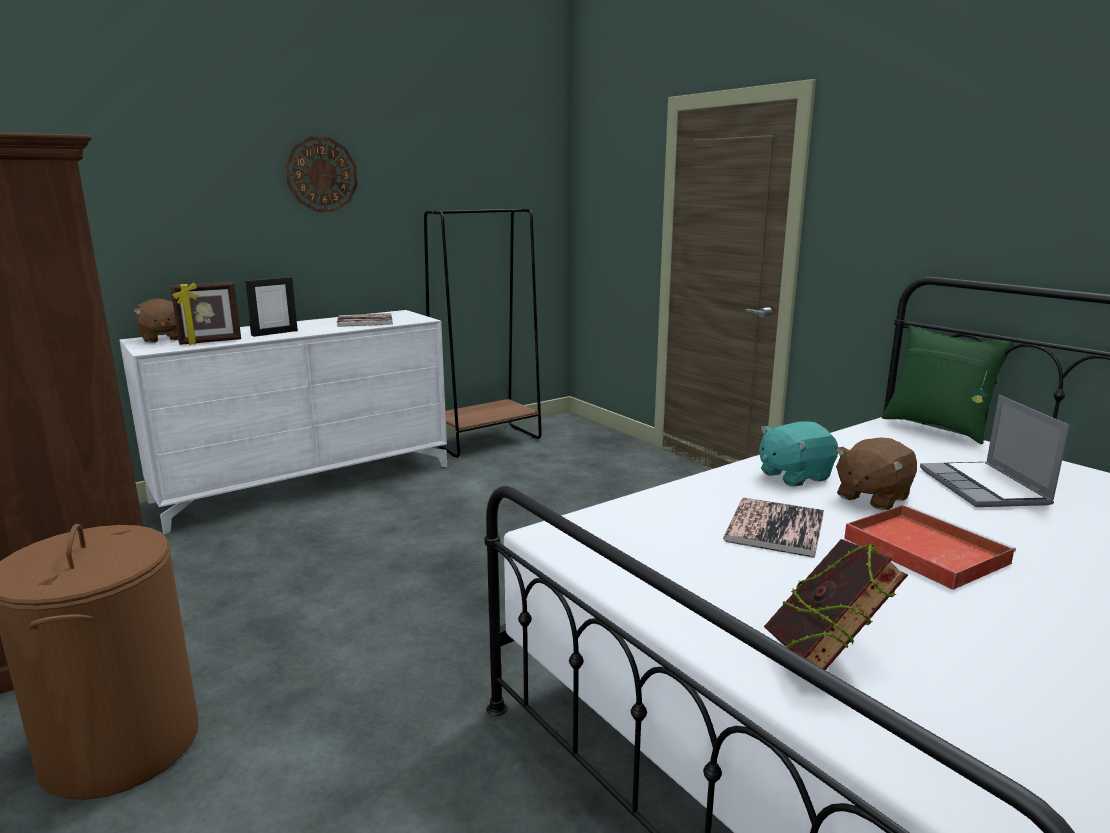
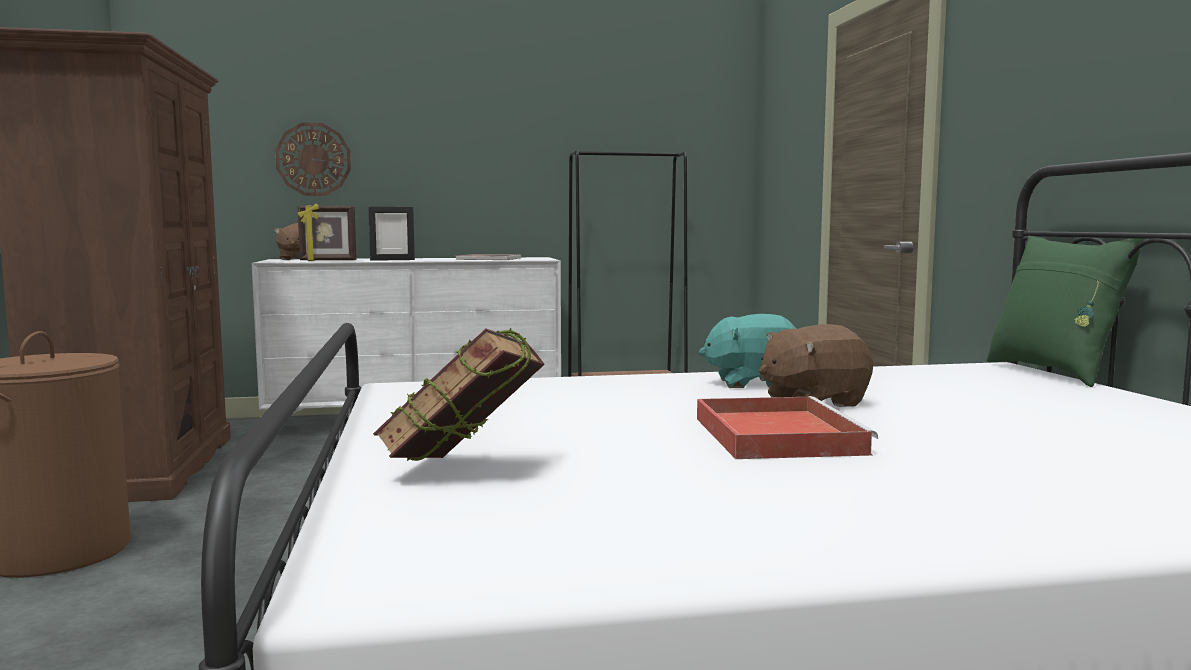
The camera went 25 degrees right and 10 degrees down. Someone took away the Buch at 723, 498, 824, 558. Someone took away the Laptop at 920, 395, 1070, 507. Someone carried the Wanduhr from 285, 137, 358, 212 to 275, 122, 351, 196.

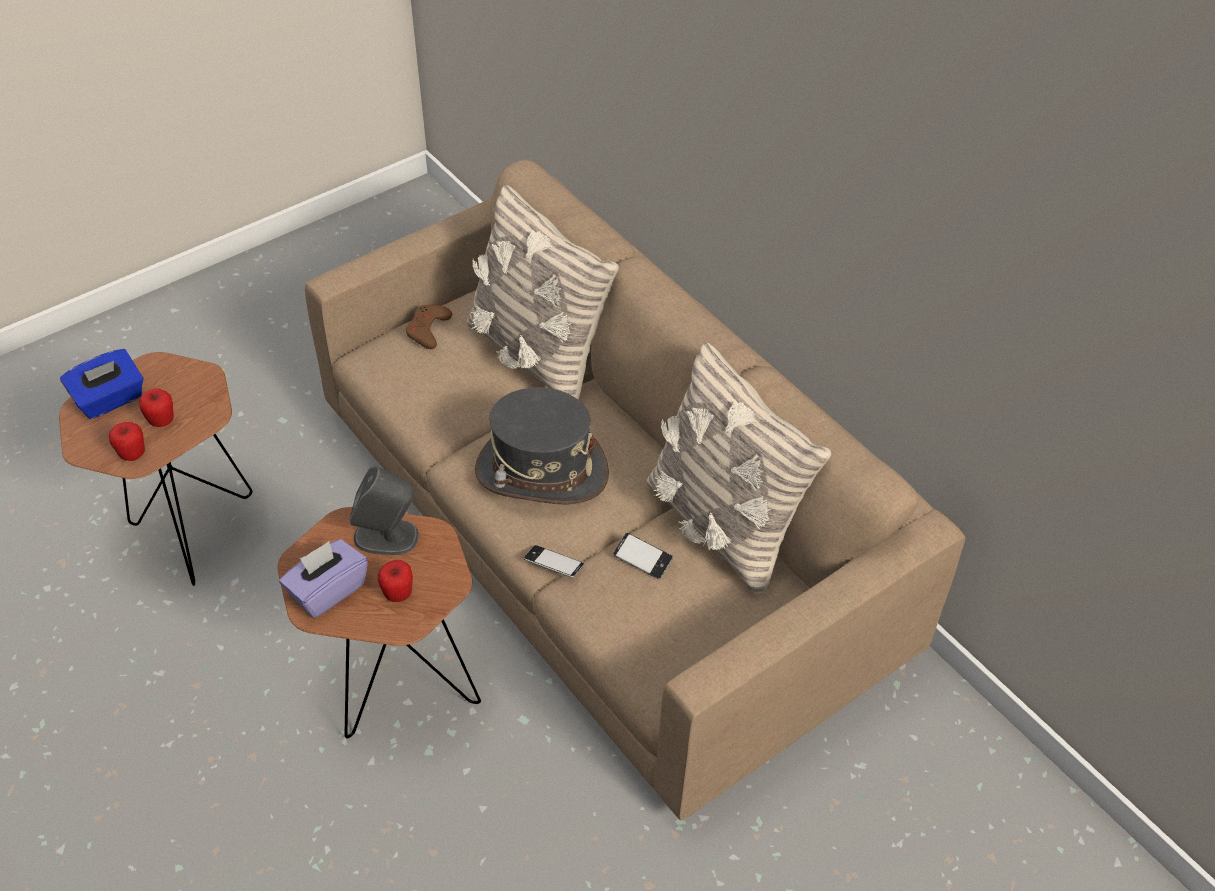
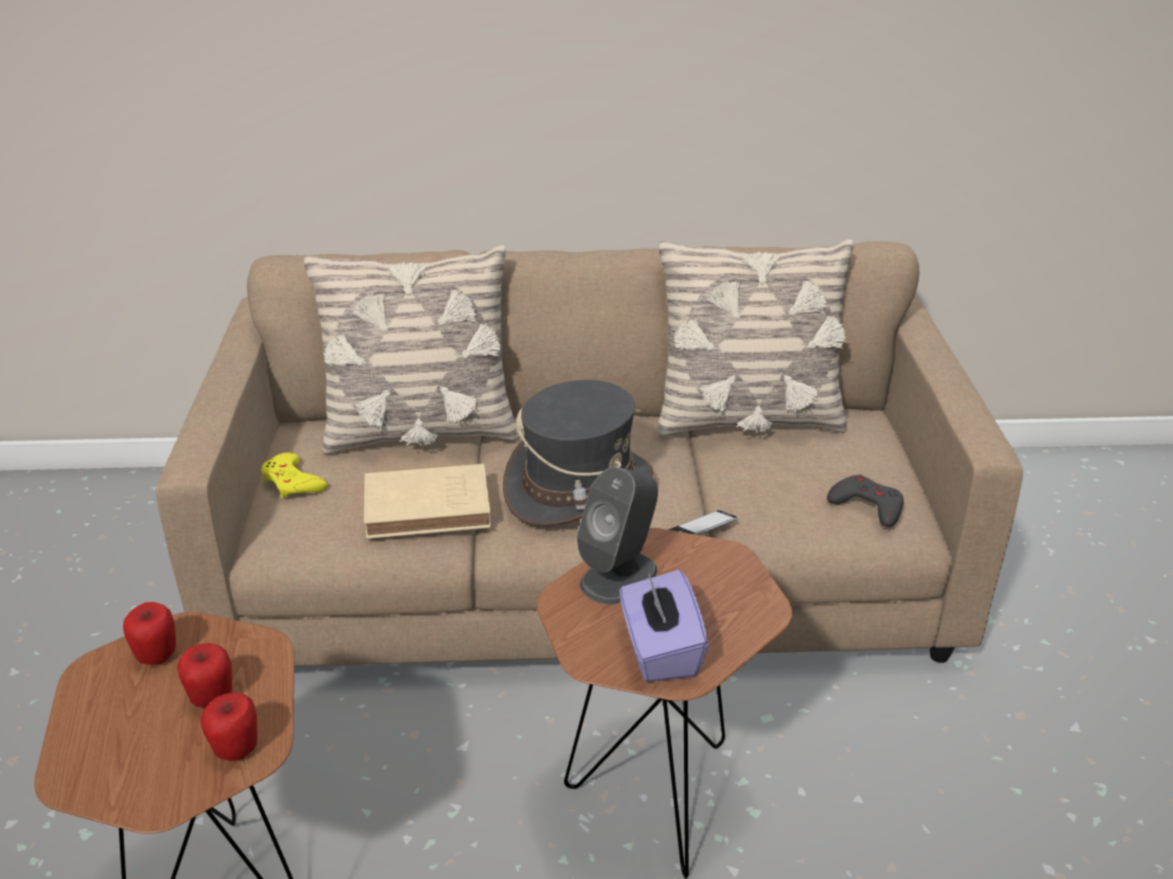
The camera went 55 degrees left and 15 degrees down. Someone took away the Taschentuchbox [blau] at 60, 349, 143, 419. Someone took away the Handy at 613, 533, 673, 579. Someone put down the Buch [beige] at 364, 464, 491, 539. Someone put down the Gamepad [grau] at 827, 475, 904, 527. Someone carried the Apfel from 378, 560, 413, 602 to 123, 602, 176, 665. Someone repainted the Gamepad [braun] at 406, 305, 452, 349, which became the Gamepad [gelb] at 261, 452, 327, 498.

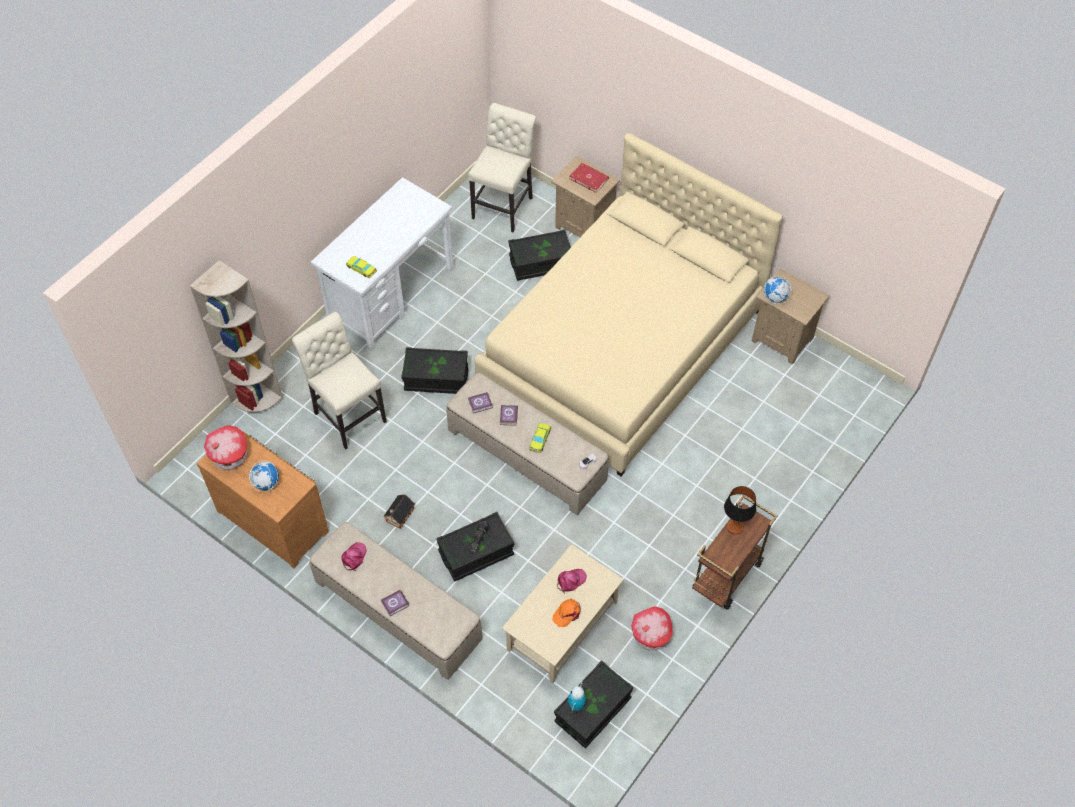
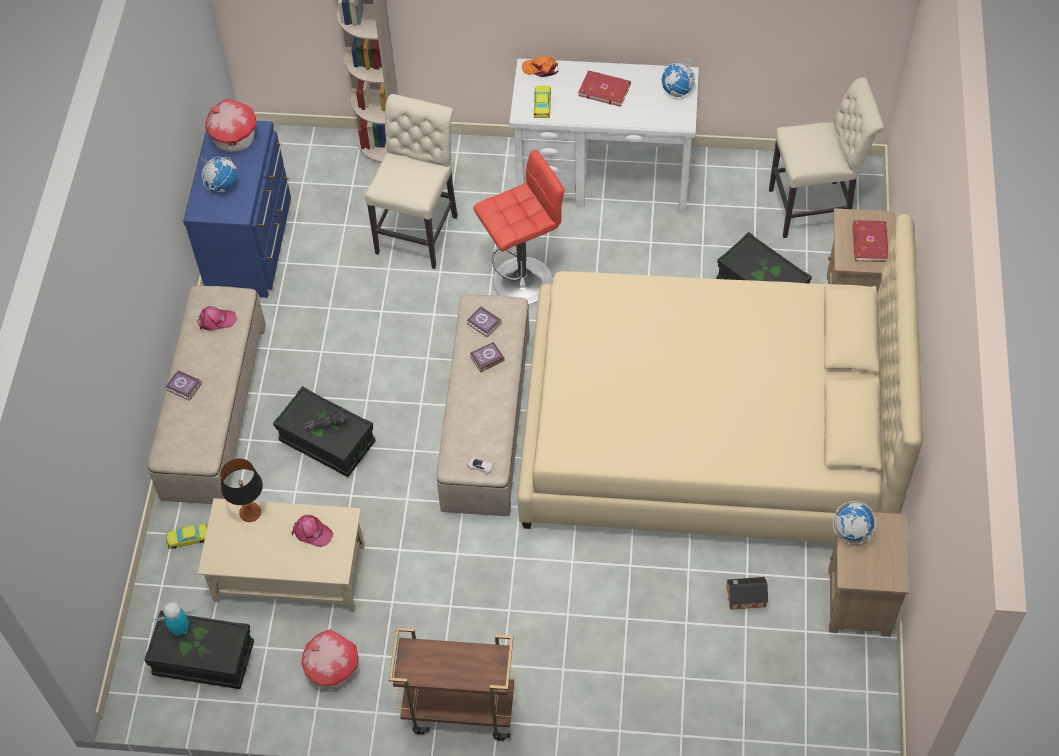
The camera went 60 degrees right and 0 degrees up. Someone put down the Buch [rot] at 578, 70, 631, 107. Someone put down the Globus at 662, 57, 696, 97. Someone carried the Spielzeughaus from 383, 495, 415, 529 to 726, 577, 768, 610. Someone carried the Spielzeugauto [gelb] from 529, 423, 551, 453 to 166, 524, 208, 549. Someone carried the Kappe [orange] from 552, 599, 581, 627 to 522, 55, 558, 77. Someone carried the Tischlampe from 724, 486, 756, 535 to 220, 459, 263, 522. Someone swapped the Aufbewahrungsbox [schwarz] at 401, 347, 468, 394 for the Hocker [rot] at 473, 150, 565, 304. Someone repainted the Kommode [braun] at 197, 432, 329, 568, which became the Kommode [blau] at 183, 121, 291, 298.

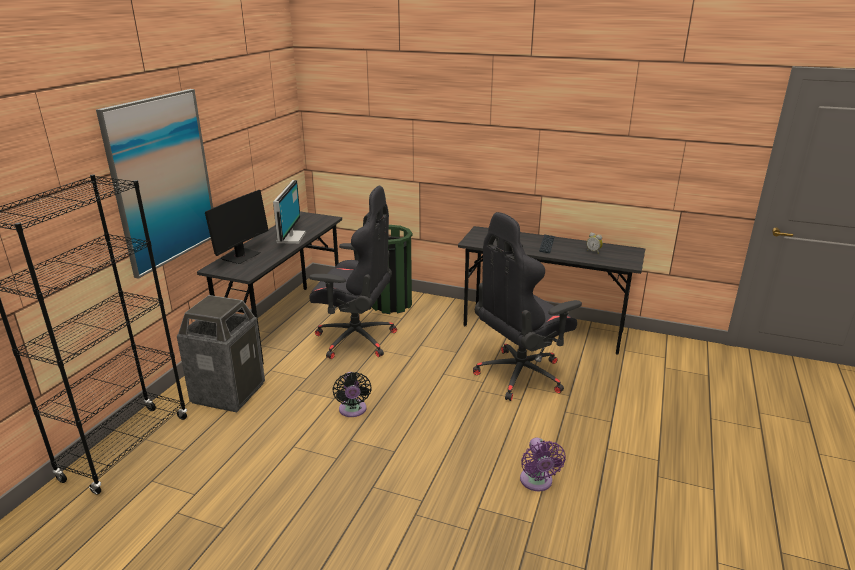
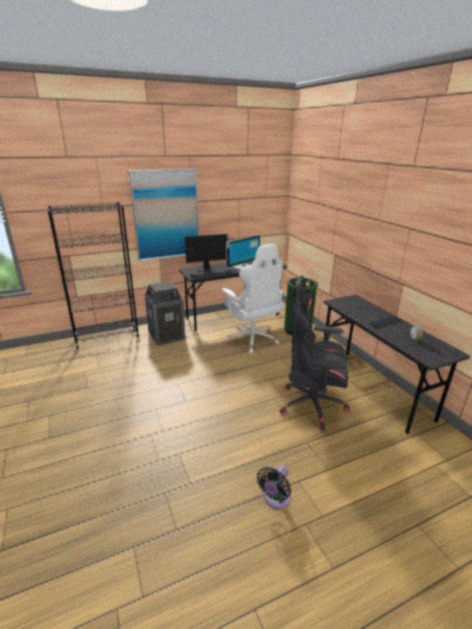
The camera went 45 degrees right and 0 degrees up. Someone took away the Ventilator [lila] at 520, 438, 566, 491. Someone carried the Ventilator [schwarz] from 332, 372, 372, 417 to 257, 465, 291, 509. Someone repainted the Bürostuhl [schwarz] at 309, 186, 397, 359, which became the Bürostuhl [weiß] at 222, 244, 284, 354.

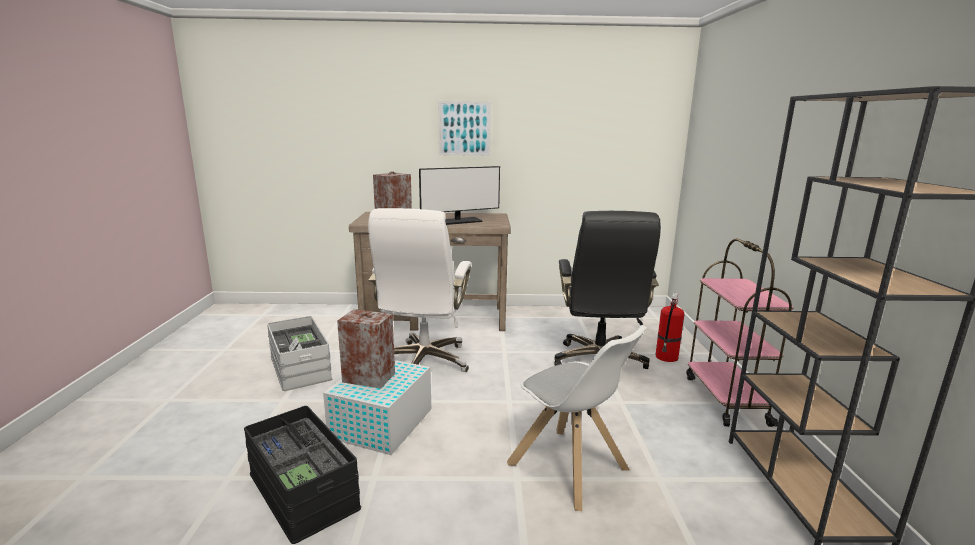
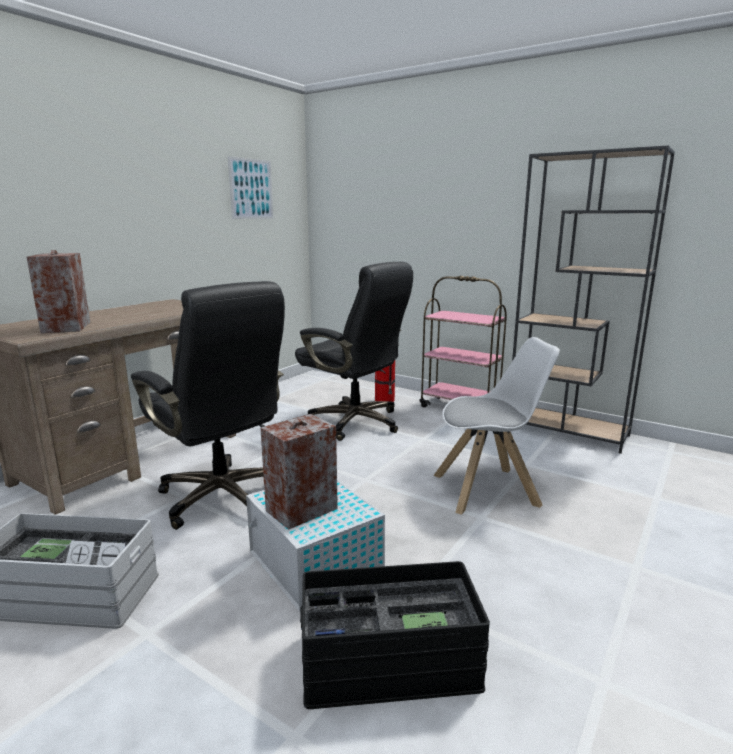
The camera went 55 degrees left and 0 degrees up. Someone took away the Monitor at 419, 166, 500, 225. Someone carried the Bild from 438, 101, 491, 156 to 228, 156, 273, 219. Someone repainted the Bürostuhl [weiß] at 368, 208, 471, 372, which became the Bürostuhl [schwarz] at 131, 281, 285, 530.

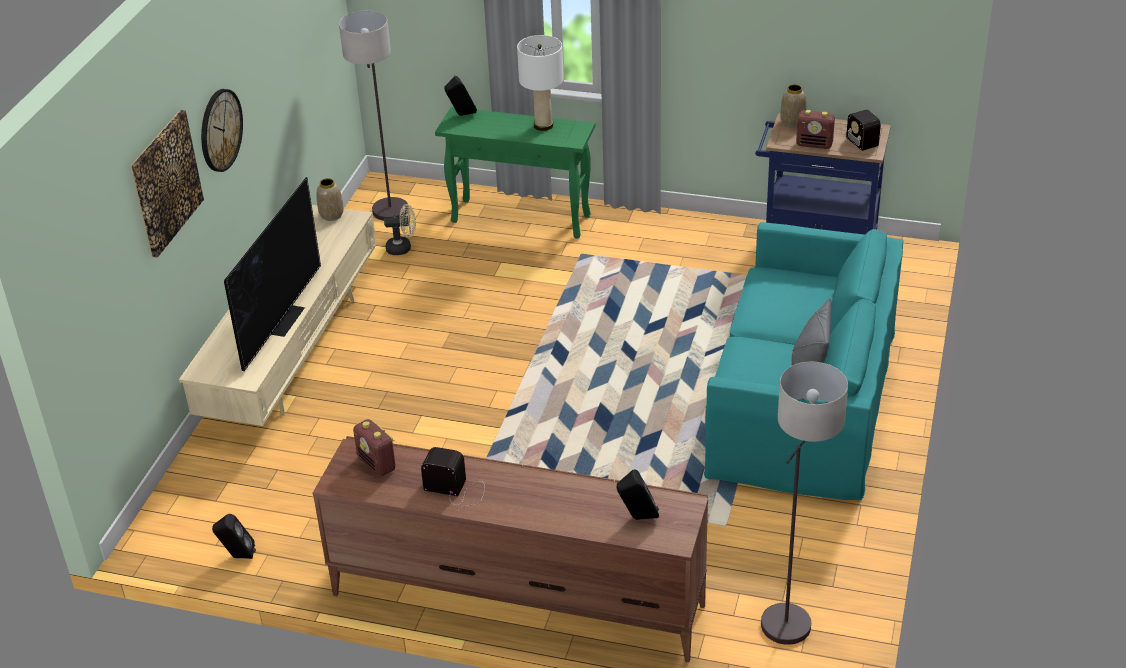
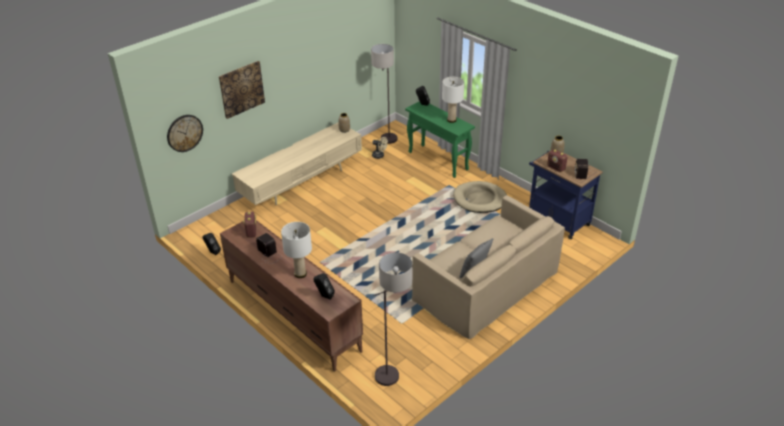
The camera went 30 degrees right and 0 degrees up. Someone took away the Fernseher at 224, 177, 321, 371. Someone put down the Tischlampe [weiß] at 281, 222, 312, 278. Someone put down the Hundebett [beige] at 453, 181, 507, 213. Someone carried the Wanduhr from 201, 89, 243, 172 to 167, 115, 203, 152. Someone repainted the Sofa [türkis] at 704, 222, 903, 500, which became the Sofa [beige] at 412, 195, 565, 339.

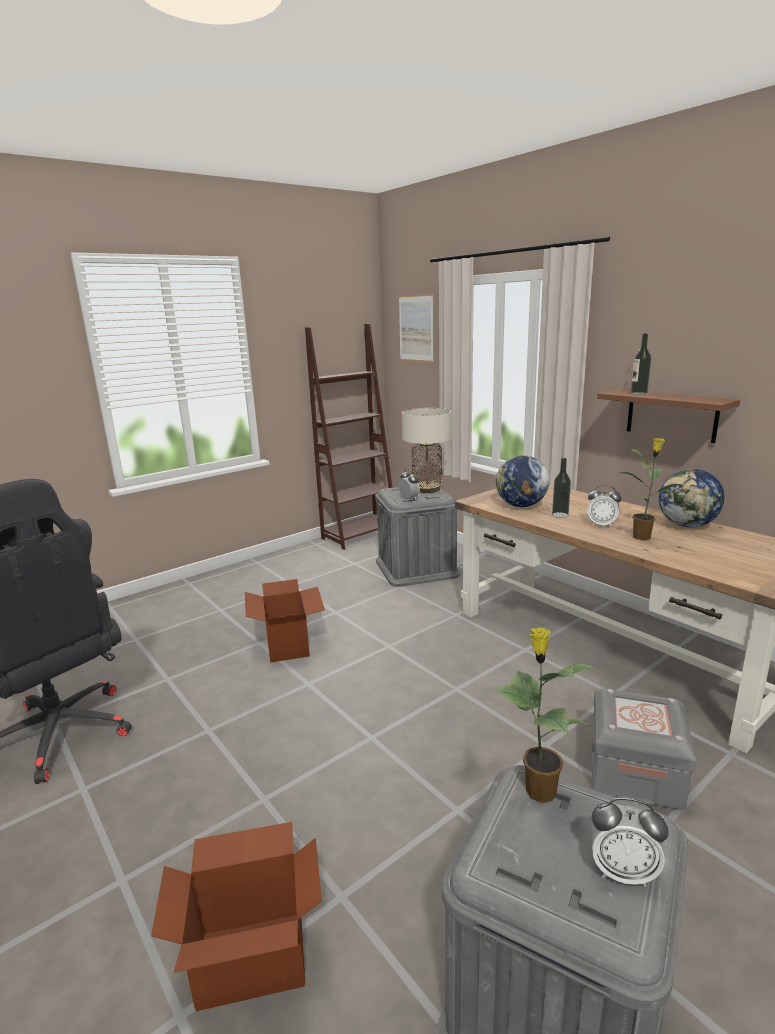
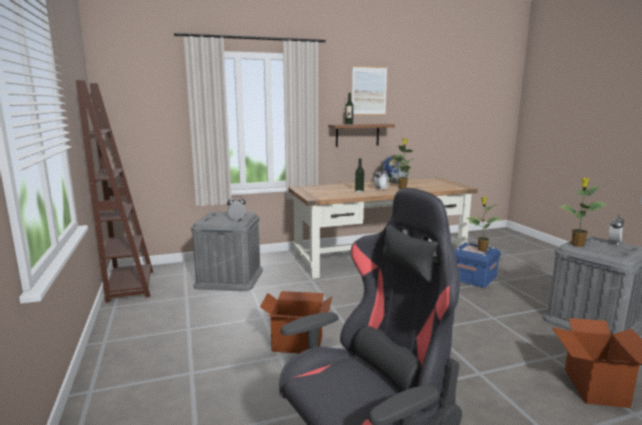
The camera went 70 degrees left and 5 degrees down. Someone took away the Tischlampe at 402, 408, 451, 493. Someone took away the Globus at 496, 455, 549, 507. Someone put down the Topfpflanze at 467, 197, 503, 251. Someone carried the Bild from 398, 294, 434, 362 to 352, 66, 387, 115. Someone repainted the Aufbewahrungsbox [grau] at 592, 688, 697, 810, which became the Aufbewahrungsbox [blau] at 454, 242, 501, 288.

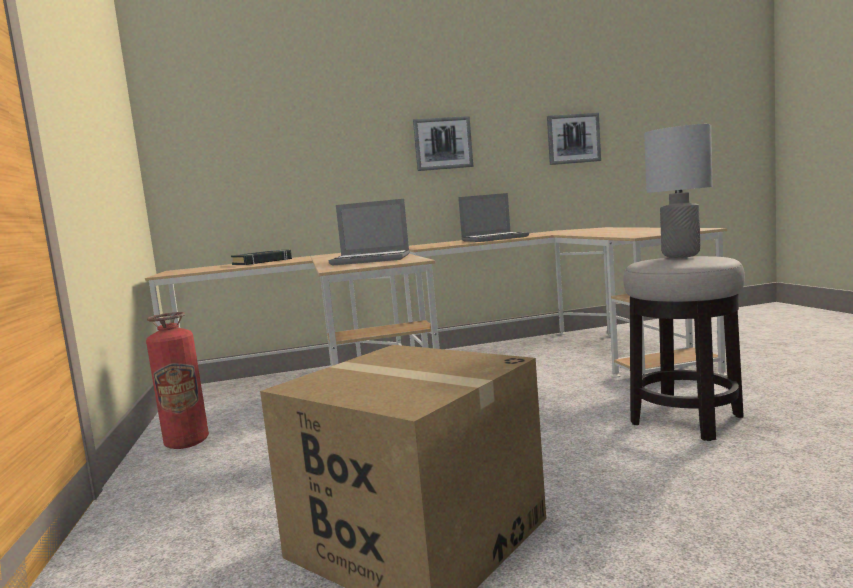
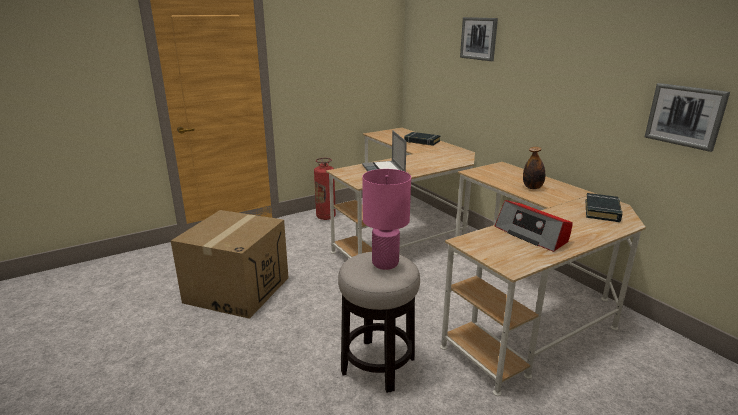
The camera went 70 degrees right and 15 degrees up. Someone put down the Radio at 495, 200, 573, 252. Someone put down the Buch [schwarz] at 586, 193, 623, 222. Someone carried the Bild from 413, 116, 473, 171 to 460, 17, 498, 61. Someone swapped the Laptop at 458, 193, 529, 242 for the Flasche at 523, 147, 545, 189. Someone repainted the Tischlampe [grau] at 644, 124, 713, 258, which became the Tischlampe [rosa] at 362, 169, 411, 270.

